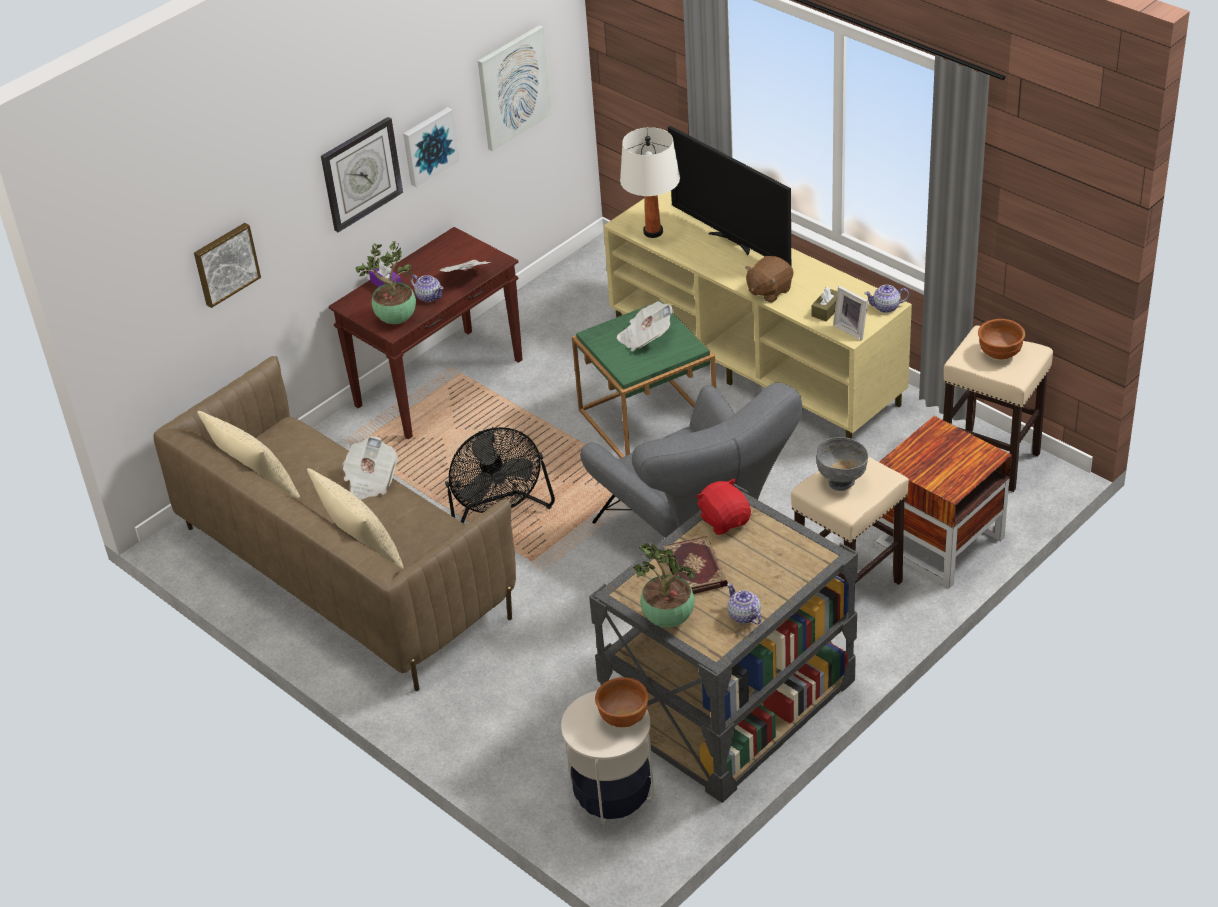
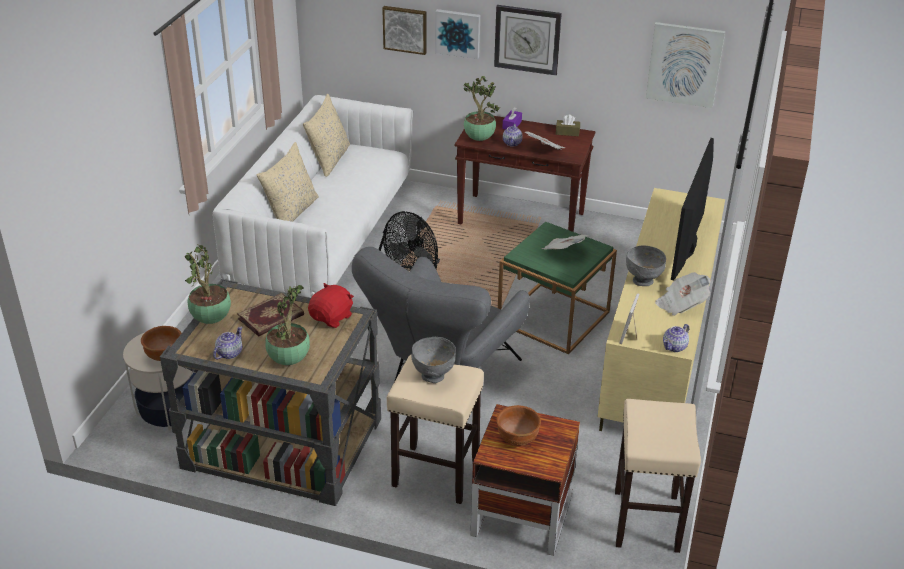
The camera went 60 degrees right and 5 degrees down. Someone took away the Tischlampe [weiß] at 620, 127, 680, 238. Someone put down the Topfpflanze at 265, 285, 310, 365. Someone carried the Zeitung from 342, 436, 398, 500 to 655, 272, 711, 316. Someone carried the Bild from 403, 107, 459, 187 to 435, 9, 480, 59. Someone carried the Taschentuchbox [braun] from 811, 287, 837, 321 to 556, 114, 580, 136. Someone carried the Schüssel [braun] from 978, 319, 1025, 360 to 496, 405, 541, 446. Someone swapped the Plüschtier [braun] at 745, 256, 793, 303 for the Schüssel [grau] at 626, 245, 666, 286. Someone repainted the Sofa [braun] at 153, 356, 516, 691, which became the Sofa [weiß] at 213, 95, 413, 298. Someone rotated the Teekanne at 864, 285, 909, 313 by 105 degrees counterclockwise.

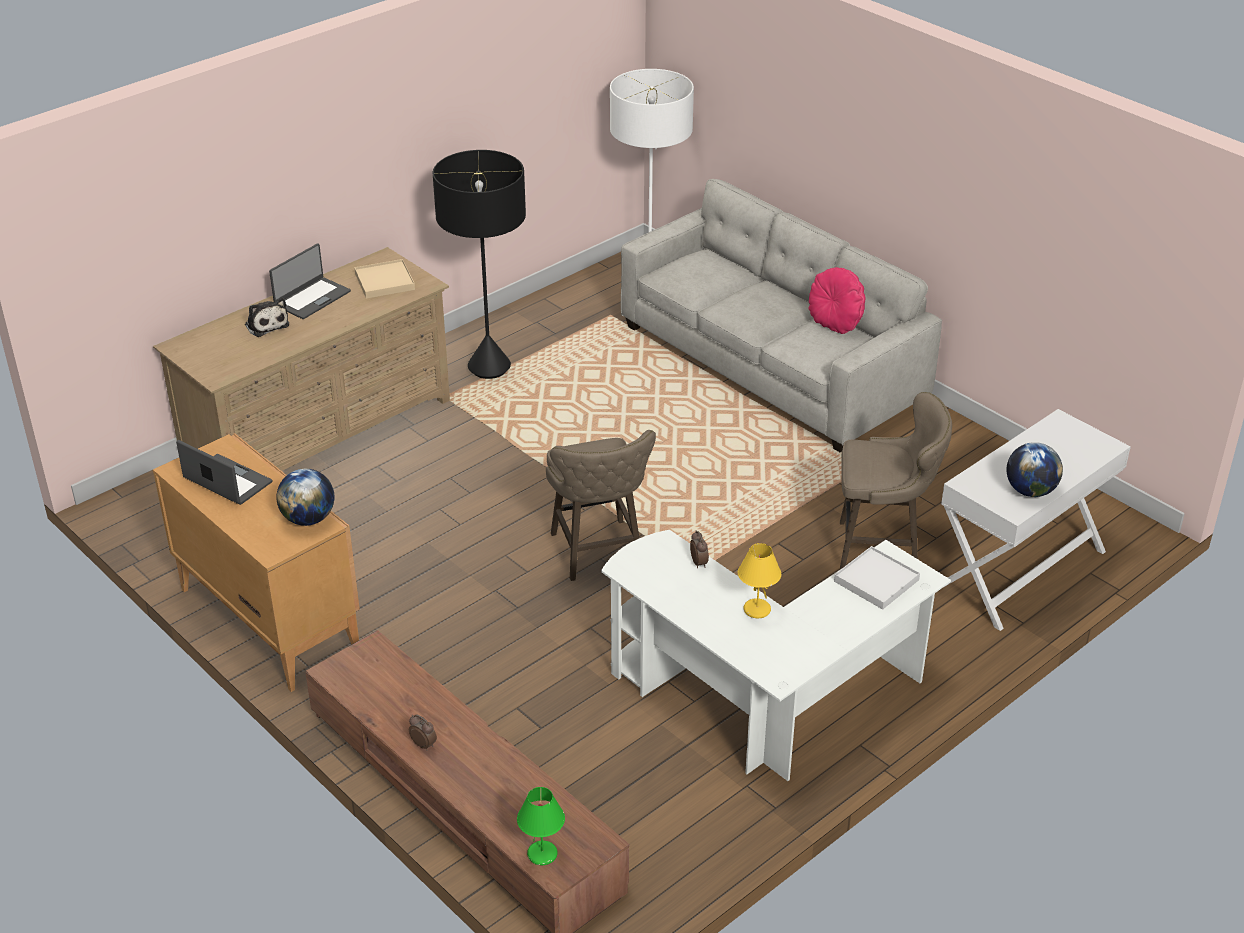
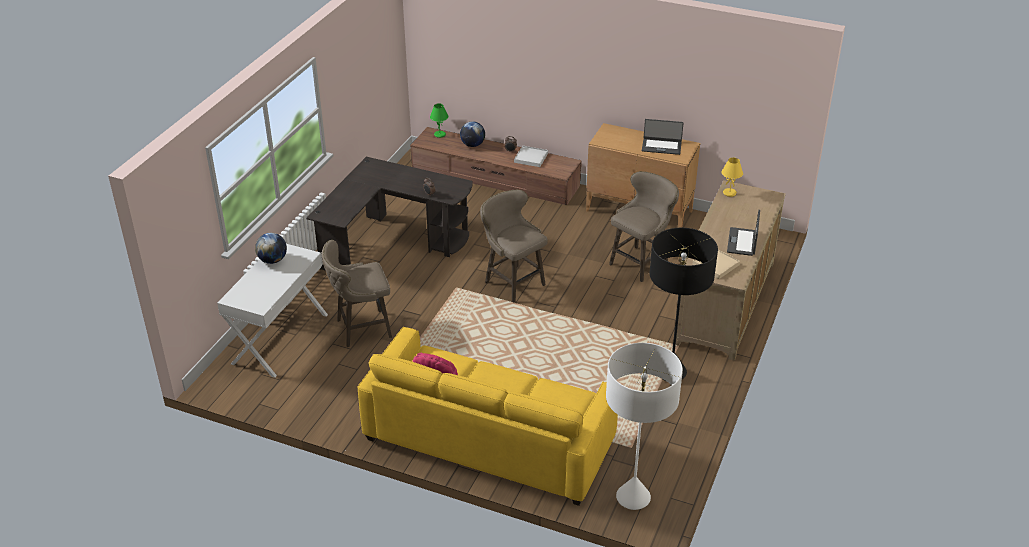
The camera went 155 degrees right and 0 degrees up. Someone took away the Plüschtier at 245, 298, 289, 337. Someone put down the Hocker [beige] at 609, 171, 679, 282. Someone carried the Globus from 276, 469, 334, 526 to 460, 121, 485, 147. Someone carried the Tischlampe [gelb] from 738, 543, 781, 618 to 721, 158, 743, 197. Someone carried the Tablett [weiß] from 834, 546, 920, 610 to 514, 146, 548, 167. Someone repainted the Schreibtisch [weiß] at 601, 530, 951, 781, which became the Schreibtisch [schwarz] at 306, 157, 472, 271. Someone repainted the Sofa [grau] at 621, 179, 942, 452, which became the Sofa [gelb] at 358, 327, 618, 506.

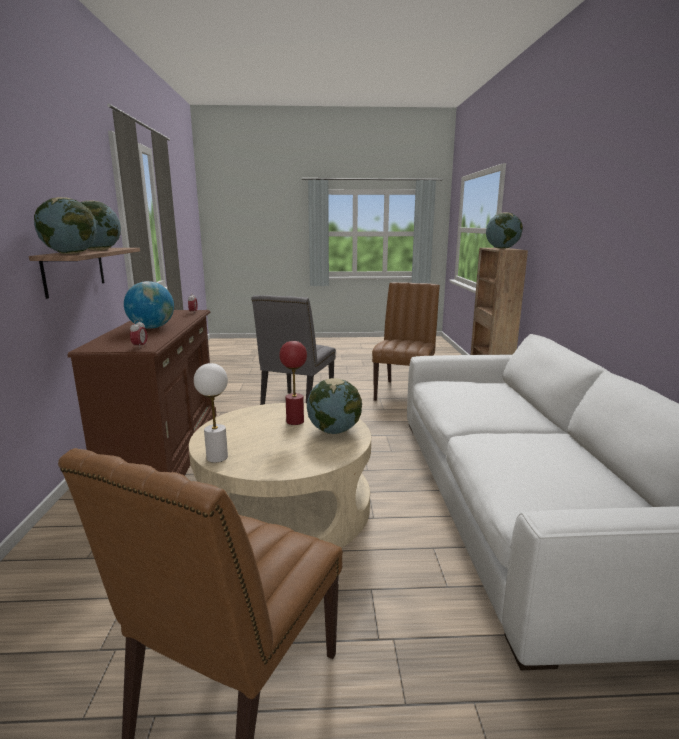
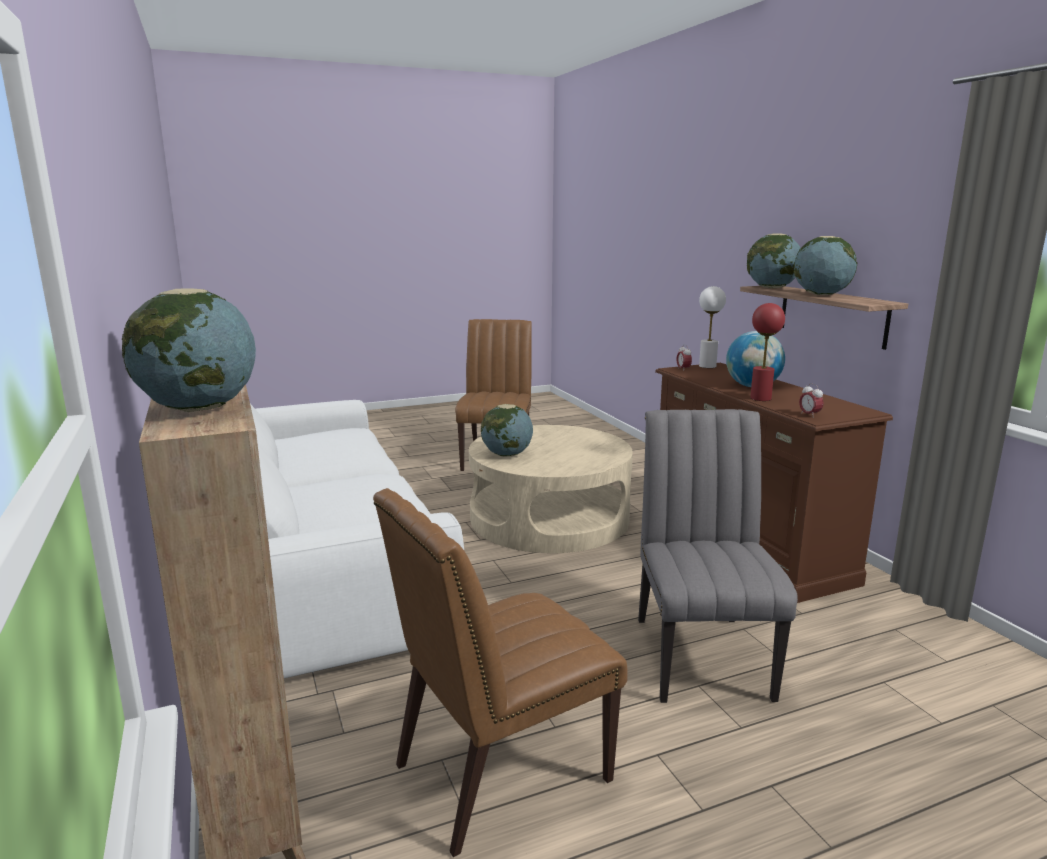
The camera went 160 degrees right and 0 degrees up. Someone carried the Tischlampe [weiß] from 194, 363, 228, 463 to 699, 286, 726, 368. Someone carried the Tischlampe [rot] from 279, 341, 307, 425 to 750, 303, 785, 401. Someone rotated the Stuhl [braun] at 372, 282, 440, 401 by 60 degrees clockwise.

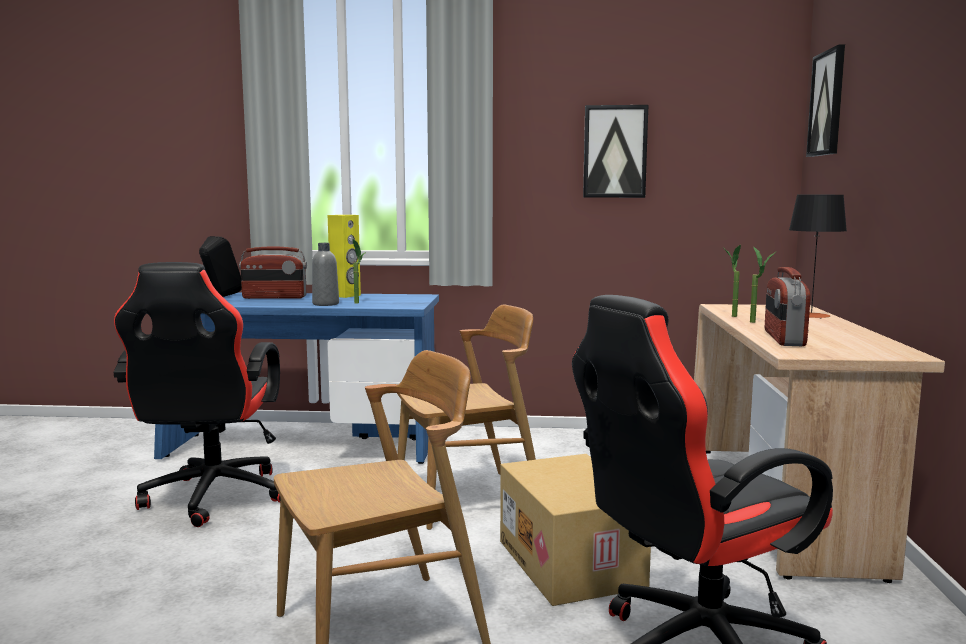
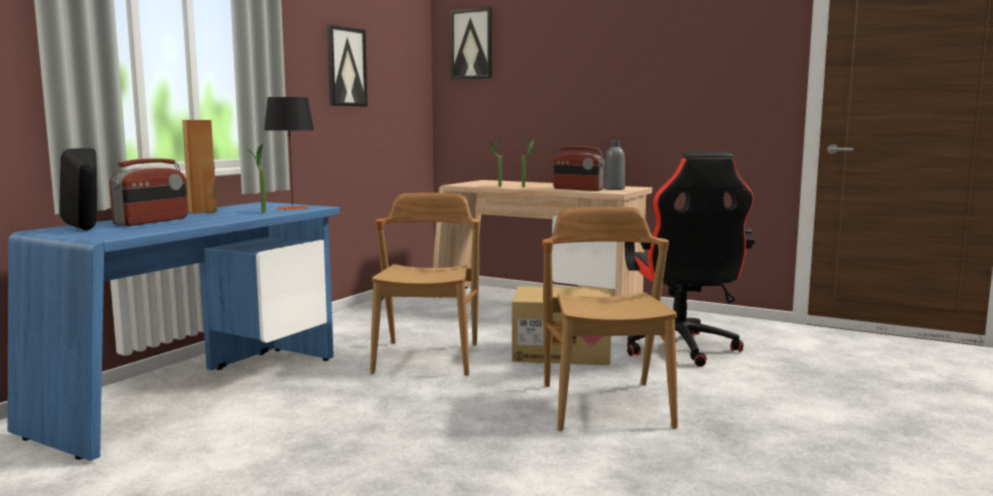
The camera went 65 degrees left and 0 degrees up. Someone took away the Bürostuhl [schwarz] at 114, 262, 281, 527. Someone carried the Flasche [grau] from 312, 243, 339, 306 to 604, 141, 625, 190. Someone carried the Tischlampe [schwarz] from 789, 195, 847, 318 to 264, 97, 314, 210. Someone repainted the Lautsprecher [gelb] at 328, 215, 361, 298, which became the Lautsprecher [braun] at 182, 120, 217, 214.

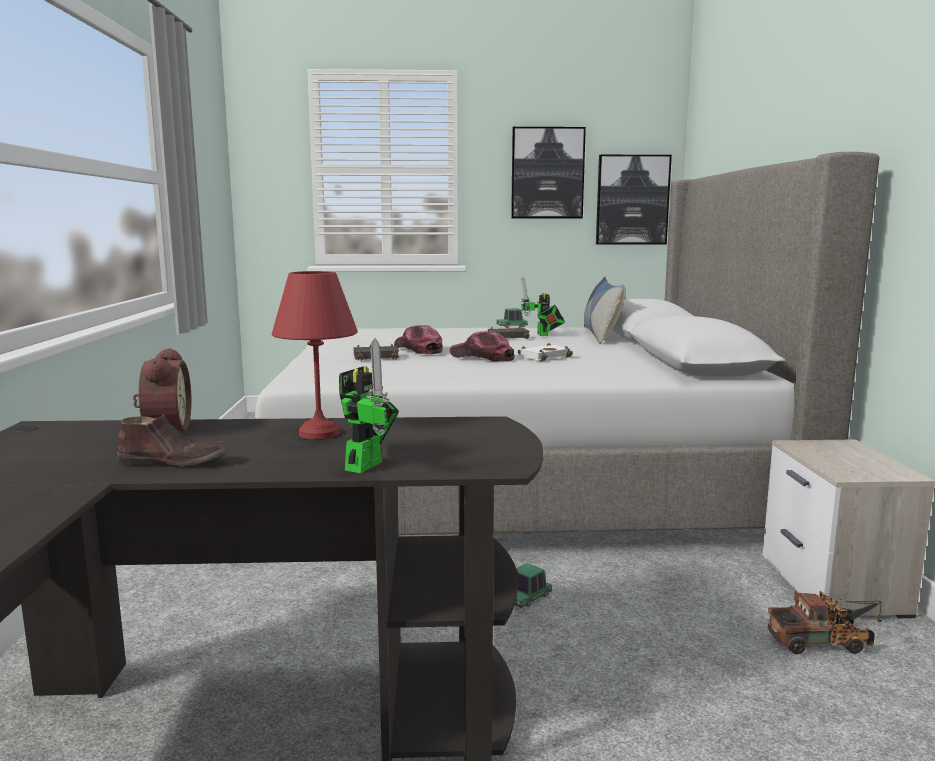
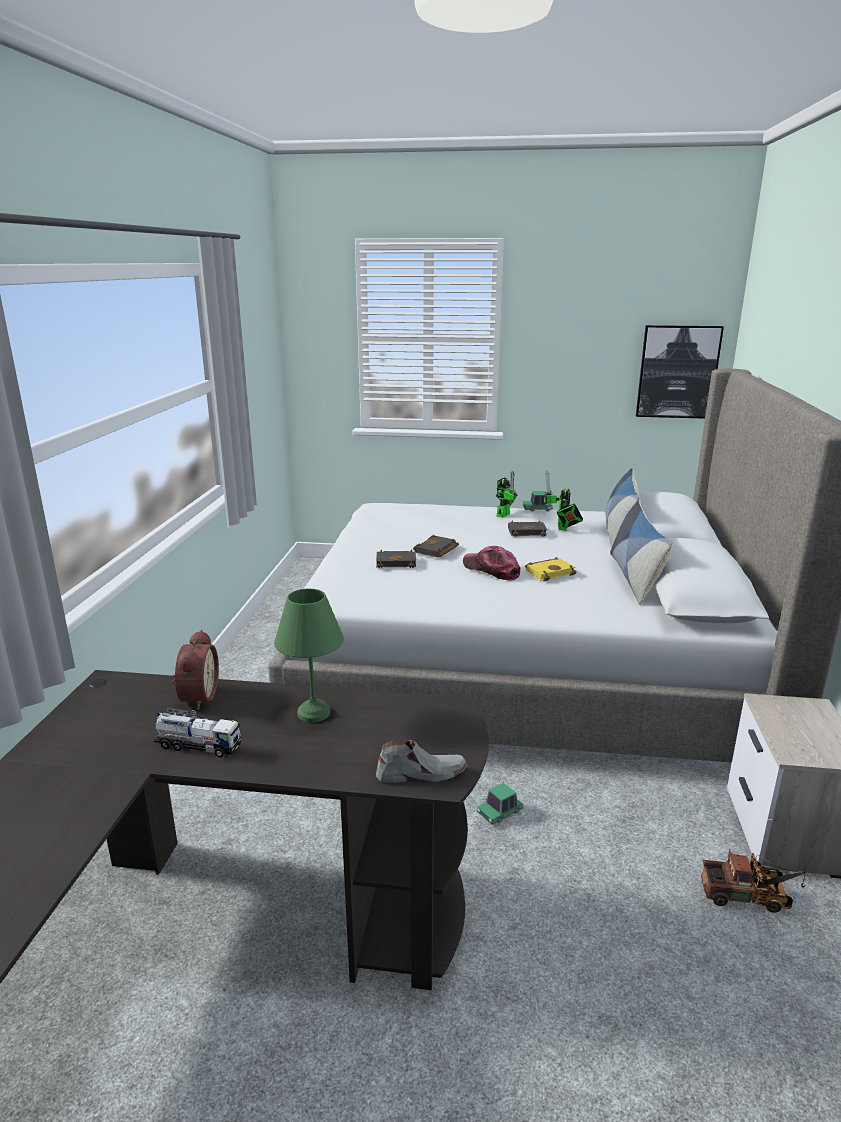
The camera went 10 degrees right and 10 degrees up. Someone took away the Bild at 511, 127, 586, 218. Someone put down the Schuh [grau] at 376, 740, 467, 783. Someone put down the Kissen at 610, 501, 673, 605. Someone carried the Spielzeugroboter from 339, 338, 399, 473 to 496, 471, 517, 518. Someone swapped the Schuh [braun] at 117, 415, 229, 466 for the Spielzeuglaster at 153, 708, 241, 758. Someone swapped the Kappe at 394, 325, 443, 354 for the Buch [schwarz] at 413, 535, 459, 558. Someone repainted the Tischlampe [rot] at 272, 271, 358, 439, which became the Tischlampe [grün] at 274, 589, 344, 723. Someone repainted the Buch [weiß] at 518, 343, 573, 361, which became the Buch [gelb] at 525, 557, 576, 581.

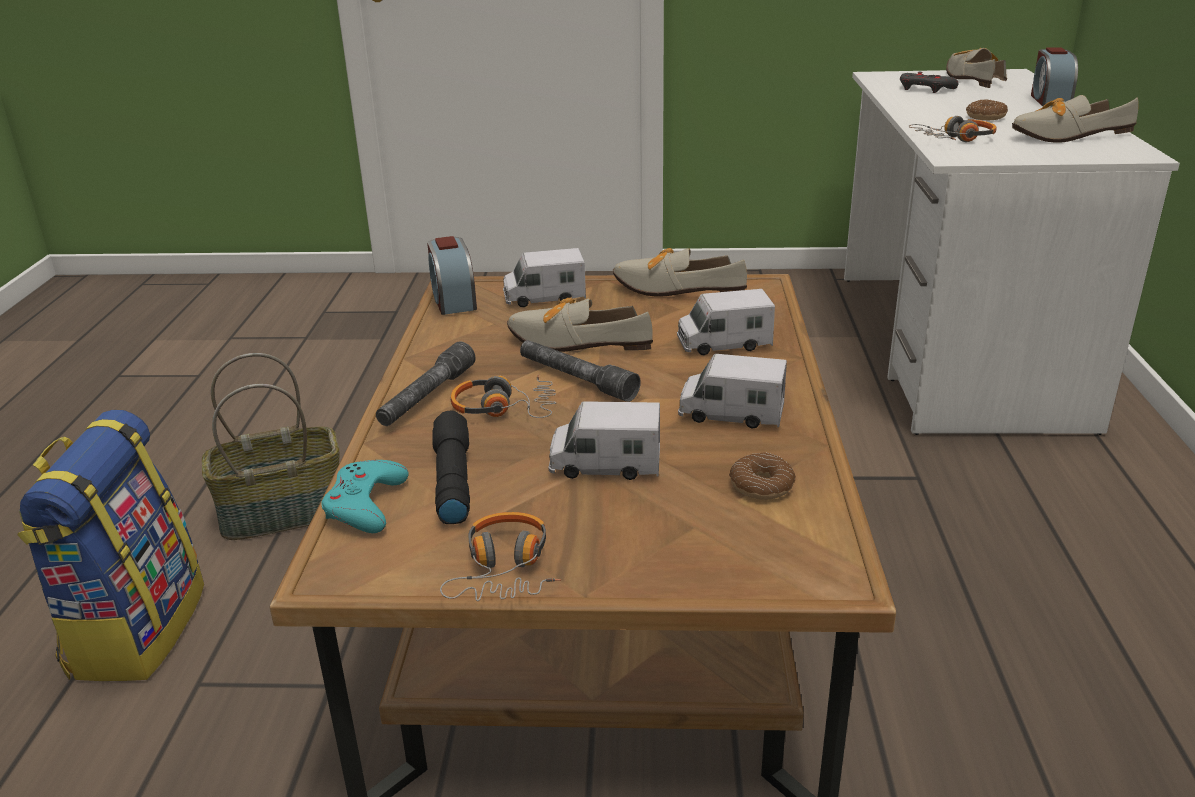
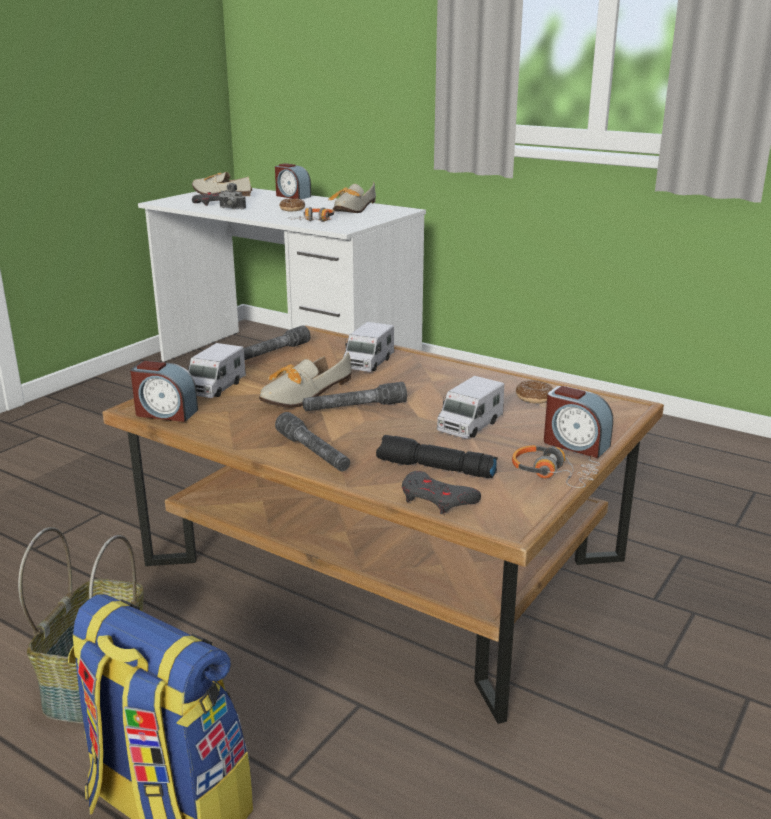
The camera went 60 degrees left and 5 degrees down. Someone took away the Kopfhörer at 451, 375, 557, 418. Someone took away the Spielzeuglaster at 678, 354, 787, 429. Someone put down the Kamera at 218, 183, 246, 209. Someone put down the Wecker at 544, 386, 613, 458. Someone swapped the Schuh at 613, 248, 747, 297 for the Taschenlampe [grau] at 244, 325, 311, 360. Someone repainted the Gamepad [türkis] at 321, 460, 409, 533, which became the Gamepad [grau] at 402, 471, 481, 514.

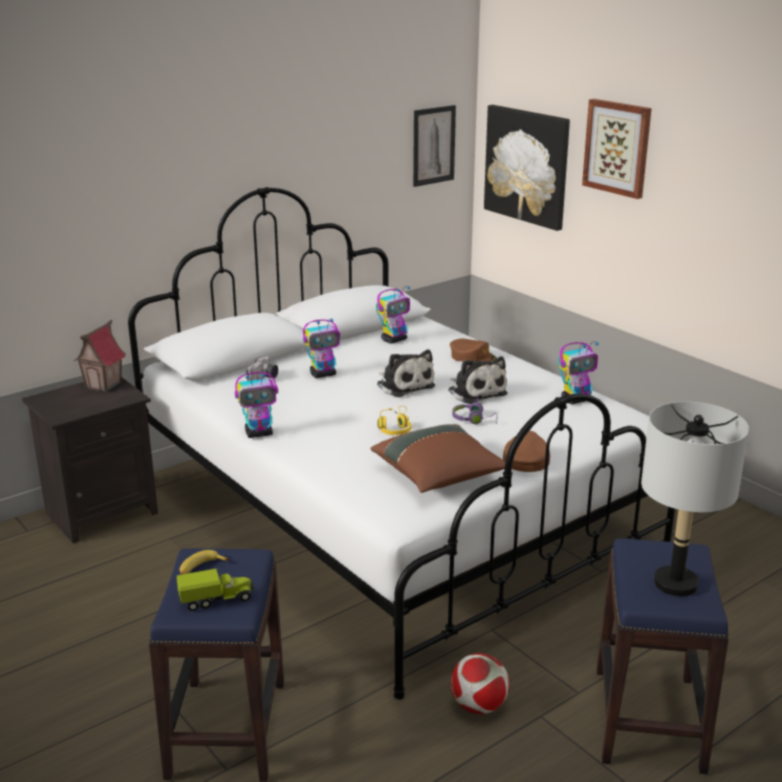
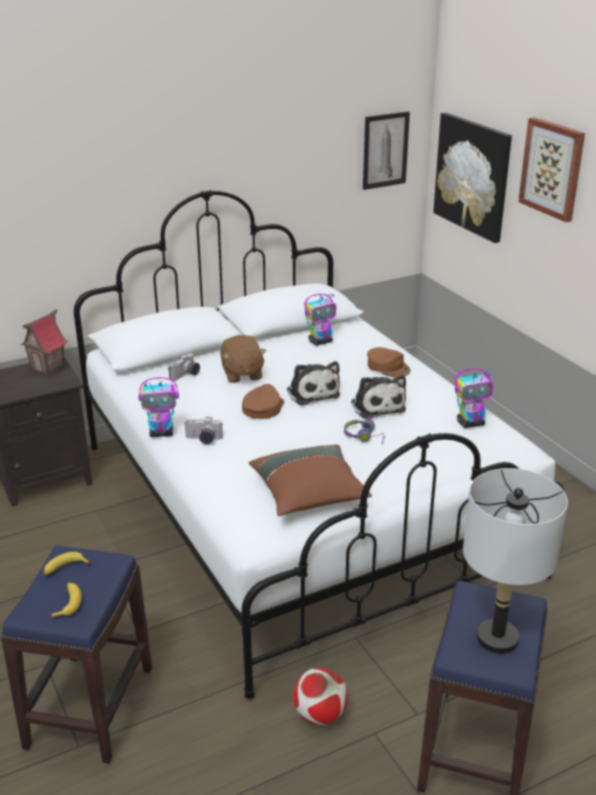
The camera went 10 degrees right and 5 degrees up. Someone took away the Kopfhörer [gelb] at 378, 406, 411, 435. Someone put down the Kamera at 184, 417, 223, 444. Someone carried the Kappe [braun] from 503, 431, 550, 472 to 242, 384, 284, 419. Someone swapped the Spielzeuglaster at 176, 569, 255, 611 for the Banane at 51, 583, 82, 618. Someone swapped the Spielzeugroboter at 303, 318, 340, 378 for the Plüschtier [braun] at 220, 335, 266, 383.

